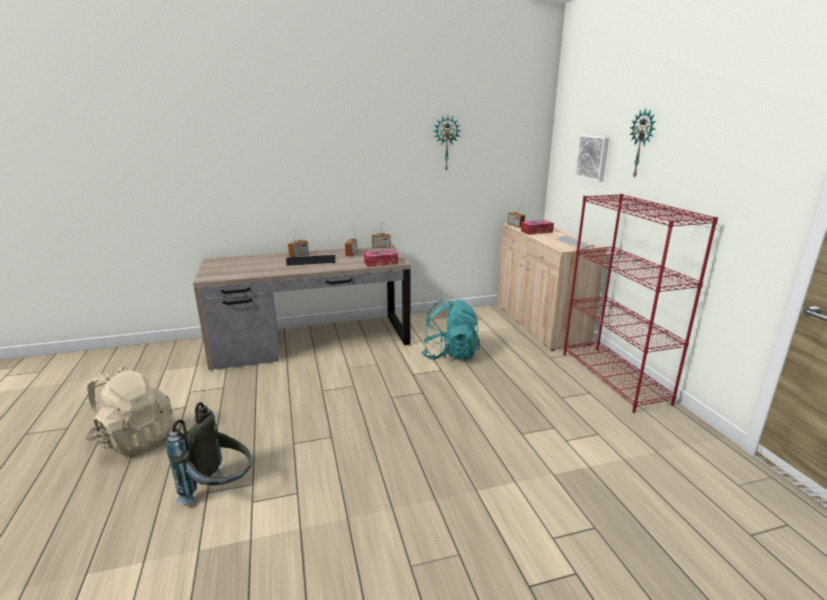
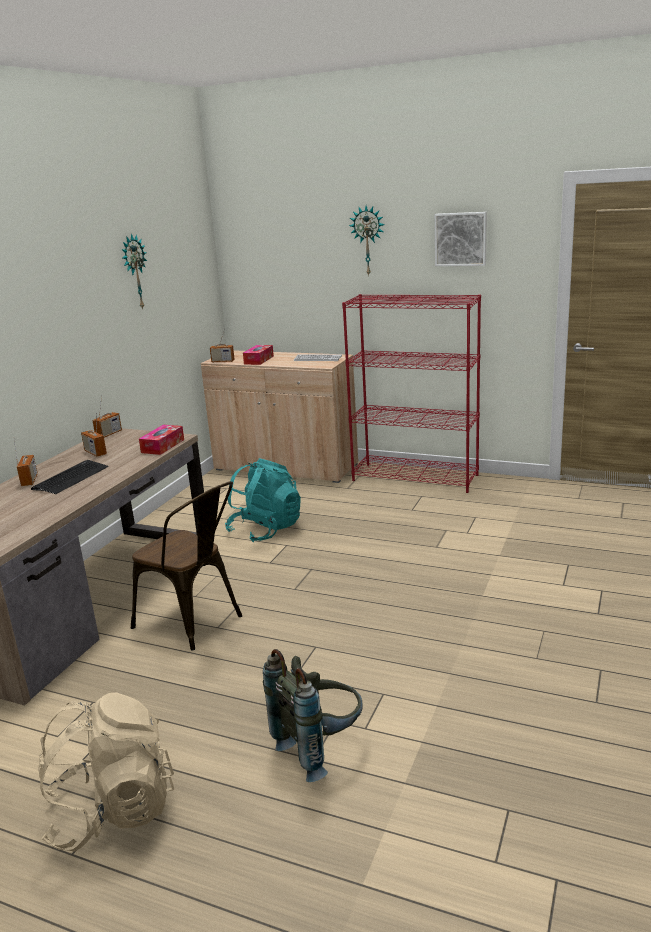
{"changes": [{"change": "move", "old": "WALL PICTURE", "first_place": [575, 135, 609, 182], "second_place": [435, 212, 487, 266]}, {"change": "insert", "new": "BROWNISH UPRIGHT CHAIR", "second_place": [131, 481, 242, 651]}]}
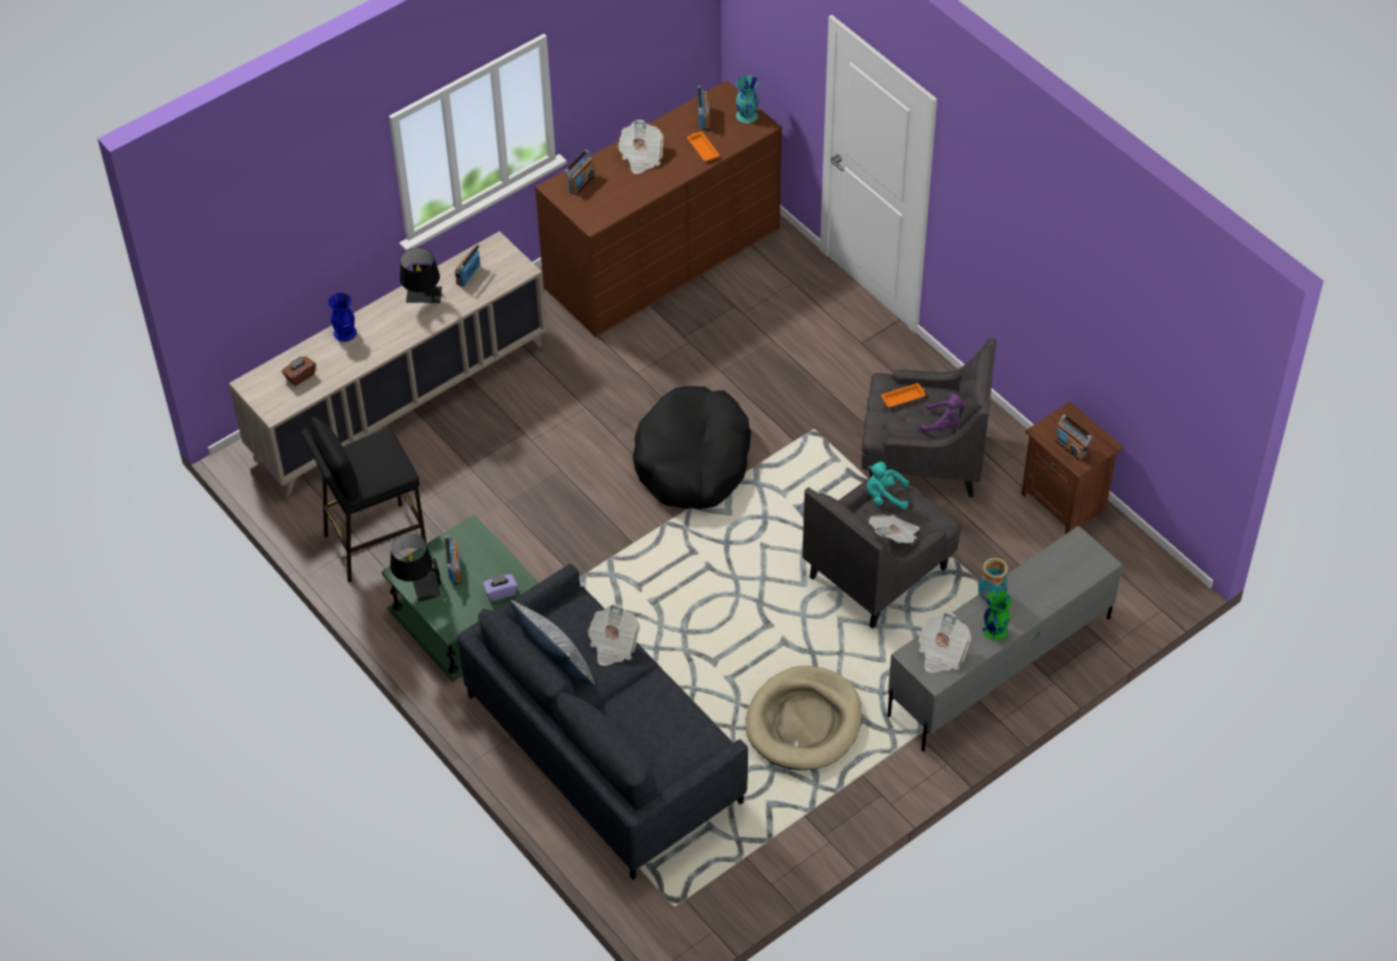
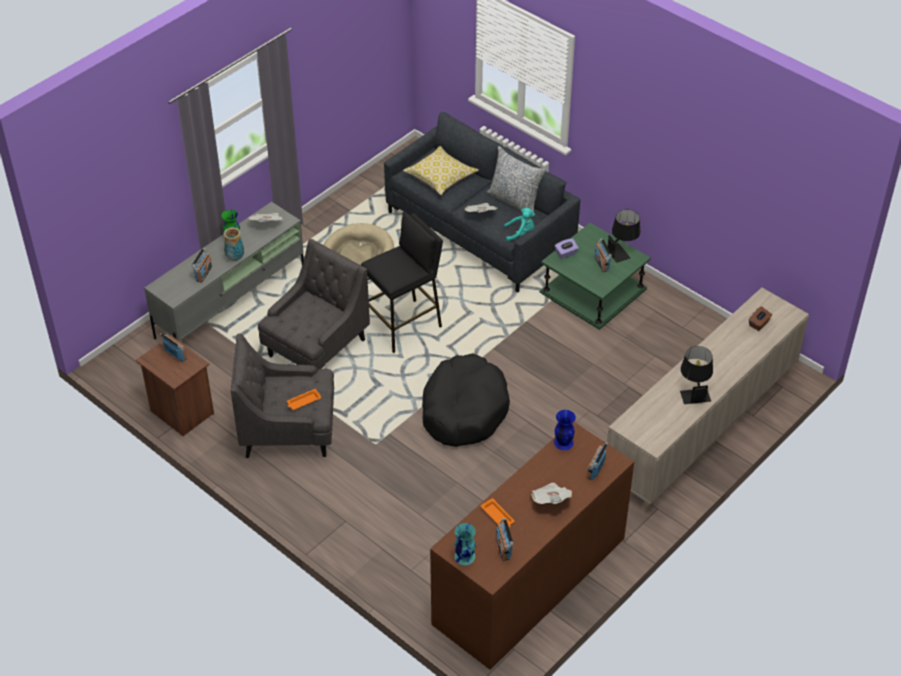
{"changes": [{"change": "move", "old": "RADIO SET", "first_place": [455, 243, 480, 287], "second_place": [192, 248, 212, 283]}, {"change": "move", "old": "BLUISH VASE", "first_place": [328, 293, 357, 342], "second_place": [554, 410, 576, 450]}, {"change": "delete", "old": "PURPLISH CUDDLY TOY", "first_place": [920, 393, 965, 432]}, {"change": "move", "old": "BLACKISH STOOL SEAT", "first_place": [301, 417, 427, 583], "second_place": [361, 211, 443, 353]}, {"change": "move", "old": "TURQUOISE CUDDLY TOY", "first_place": [867, 462, 909, 509], "second_place": [504, 208, 535, 242]}, {"change": "delete", "old": "NEWSPAPER", "first_place": [869, 514, 920, 543]}, {"change": "insert", "new": "THROW PILLOW", "second_place": [403, 146, 479, 195]}]}
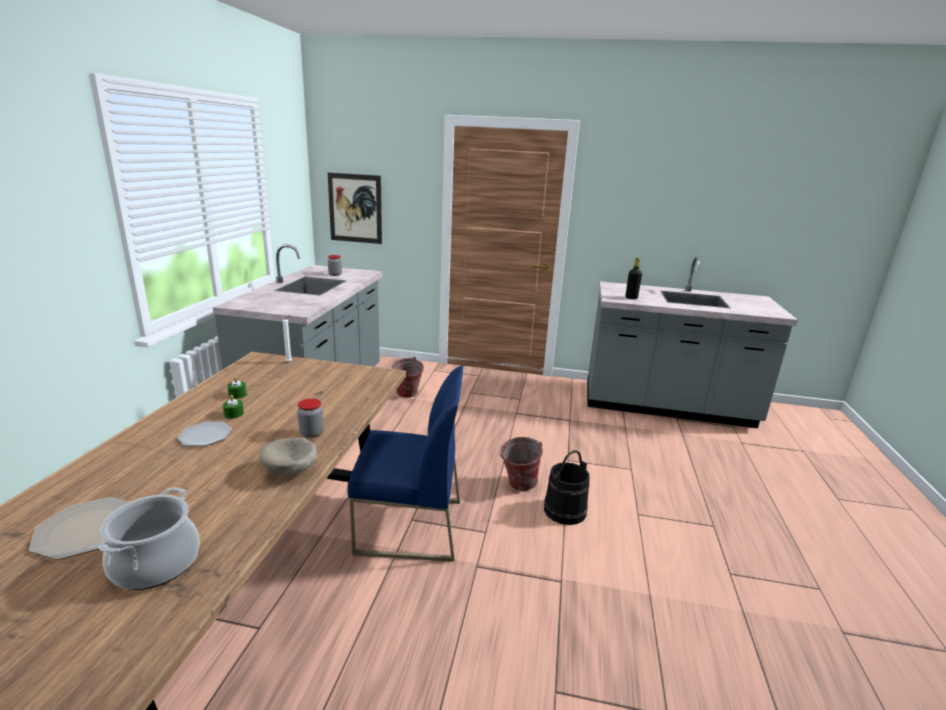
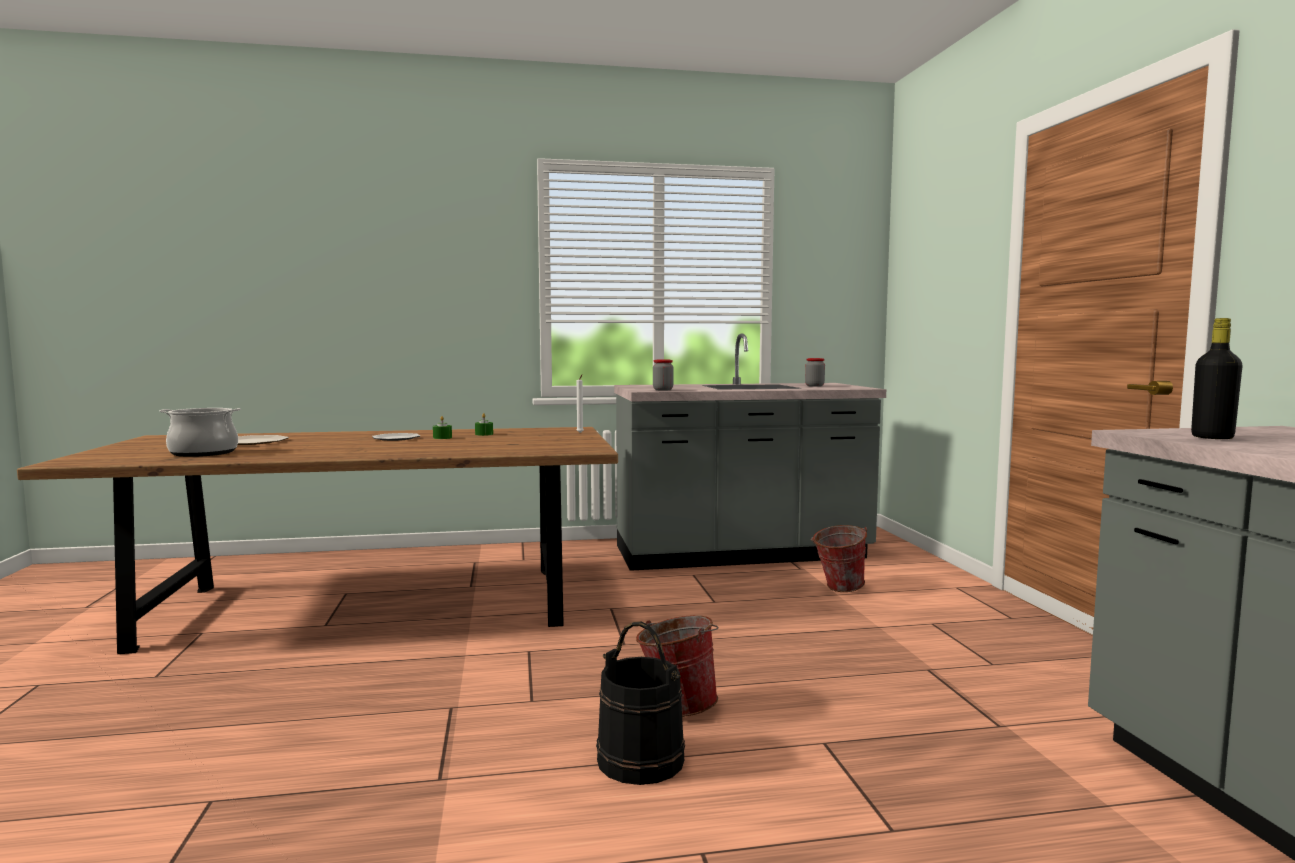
{"changes": [{"change": "delete", "old": "WALL PICTURE", "first_place": [328, 173, 382, 244]}, {"change": "delete", "old": "BLUISH UPRIGHT CHAIR", "first_place": [347, 365, 464, 562]}, {"change": "move", "old": "JAR", "first_place": [297, 398, 324, 438], "second_place": [653, 360, 674, 390]}, {"change": "delete", "old": "BEIGE-COLOURED BOWL", "first_place": [260, 437, 317, 476]}]}
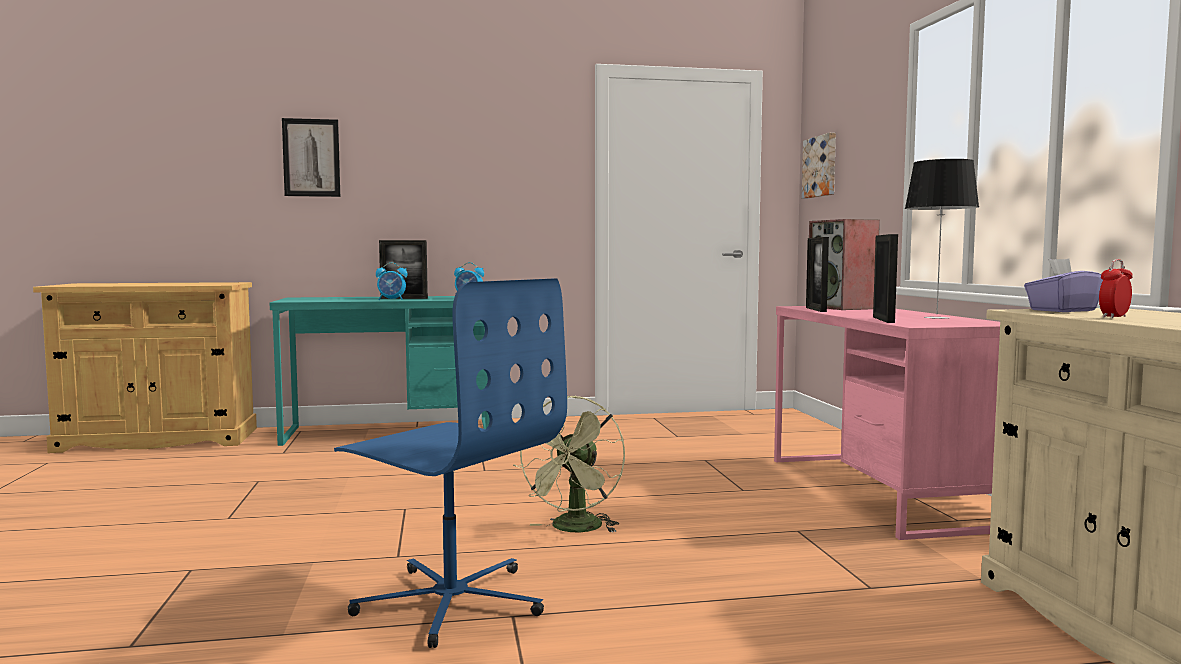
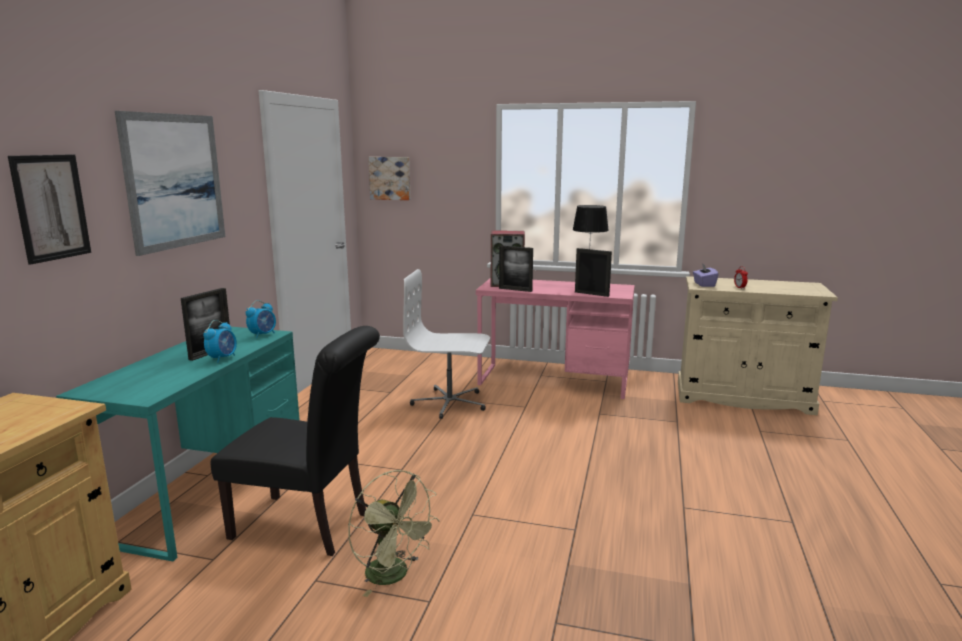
{"changes": [{"change": "delete", "old": "BLUISH COMPUTER CHAIR", "first_place": [334, 278, 567, 648]}, {"change": "move", "old": "GREENISH ELECTRIC FAN", "first_place": [513, 395, 625, 533], "second_place": [348, 470, 440, 597]}, {"change": "insert", "new": "WALL PICTURE", "second_place": [115, 111, 225, 256]}, {"change": "insert", "new": "WHITE-COLOURED COMPUTER CHAIR", "second_place": [403, 269, 490, 419]}, {"change": "insert", "new": "BLACKISH UPRIGHT CHAIR", "second_place": [210, 326, 380, 556]}]}
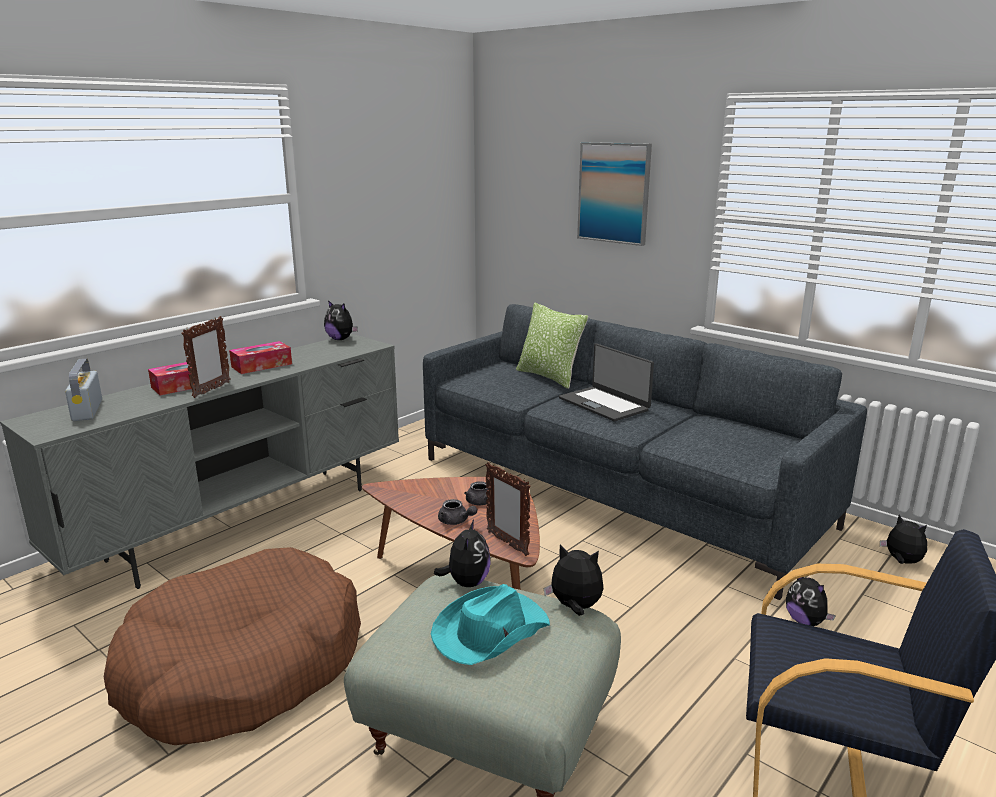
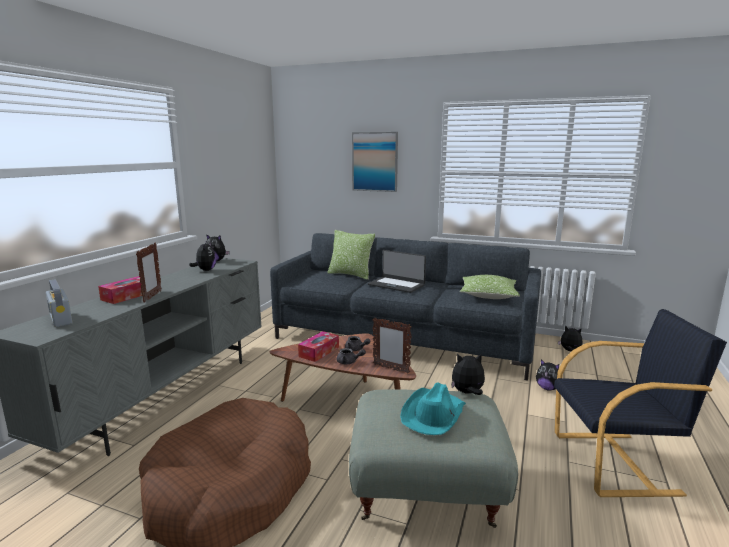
{"changes": [{"change": "move", "old": "TISSUE HOLDER", "first_place": [229, 341, 292, 374], "second_place": [298, 331, 339, 362]}, {"change": "move", "old": "CUDDLY TOY", "first_place": [434, 520, 490, 587], "second_place": [189, 242, 216, 271]}, {"change": "insert", "new": "THROW PILLOW", "second_place": [460, 275, 520, 299]}]}
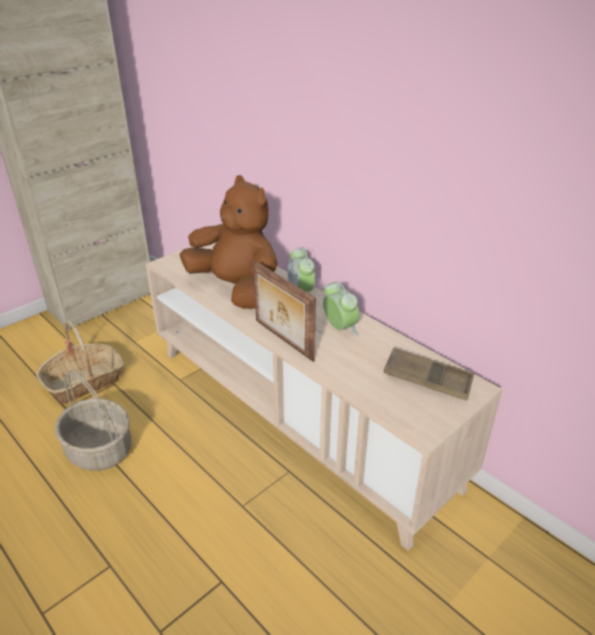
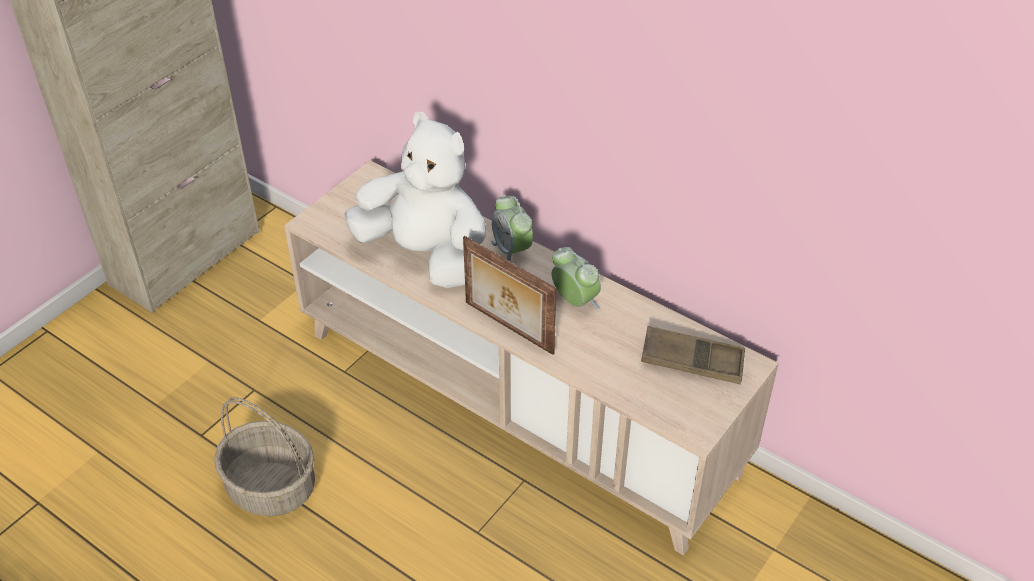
{"changes": [{"change": "recolor", "old": "BROWNISH CUDDLY TOY", "new": "WHITE-COLOURED CUDDLY TOY", "first_place": [180, 175, 277, 309], "second_place": [344, 112, 486, 288]}, {"change": "delete", "old": "HOUSEHOLD BASKET", "first_place": [37, 321, 125, 403]}]}
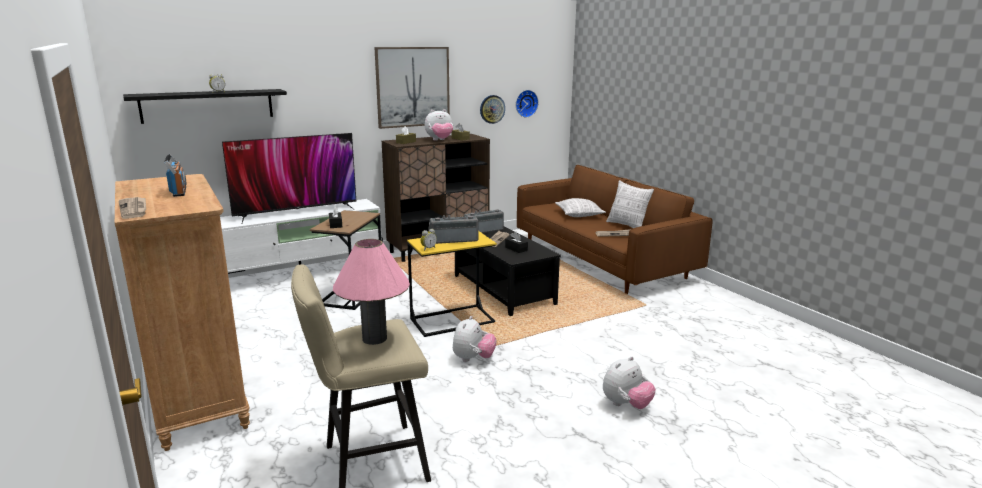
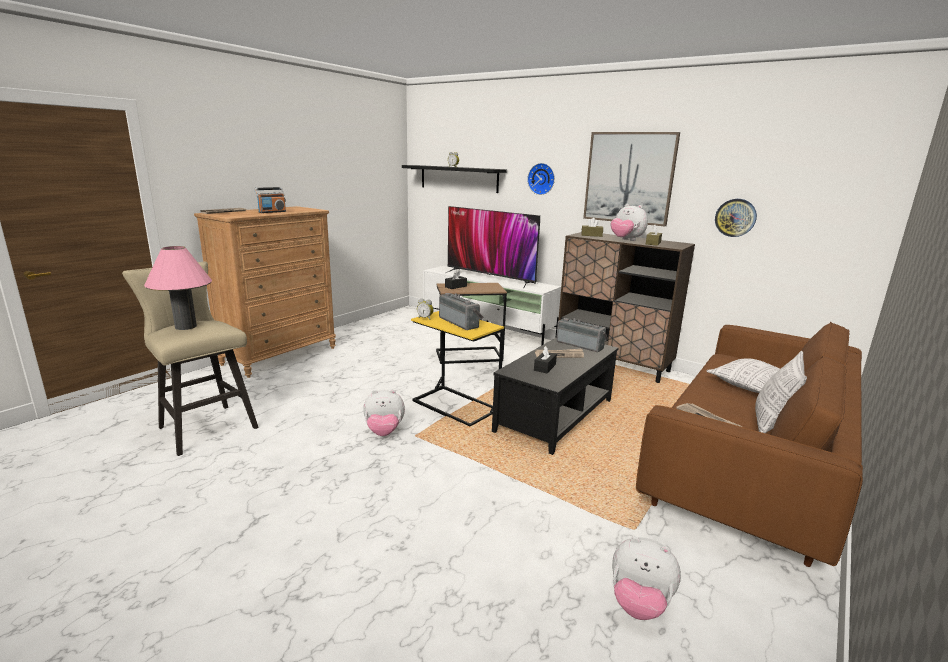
{"changes": [{"change": "move", "old": "CLOCK ON THE WALL", "first_place": [516, 90, 539, 118], "second_place": [527, 163, 555, 195]}, {"change": "move", "old": "CUDDLY TOY", "first_place": [603, 356, 656, 409], "second_place": [612, 537, 681, 620]}]}
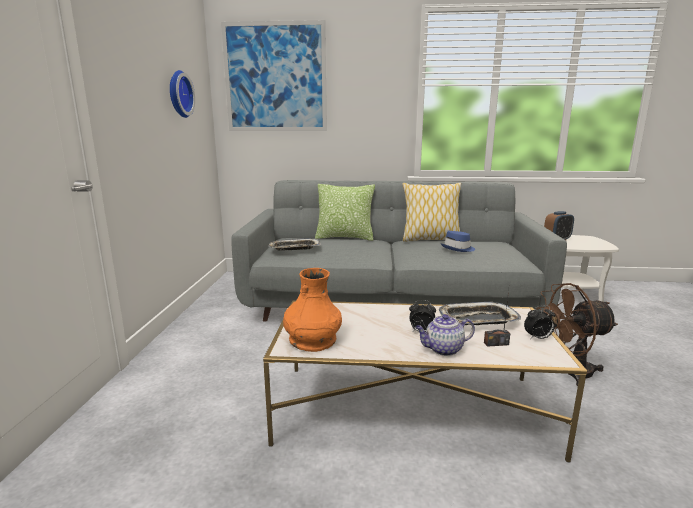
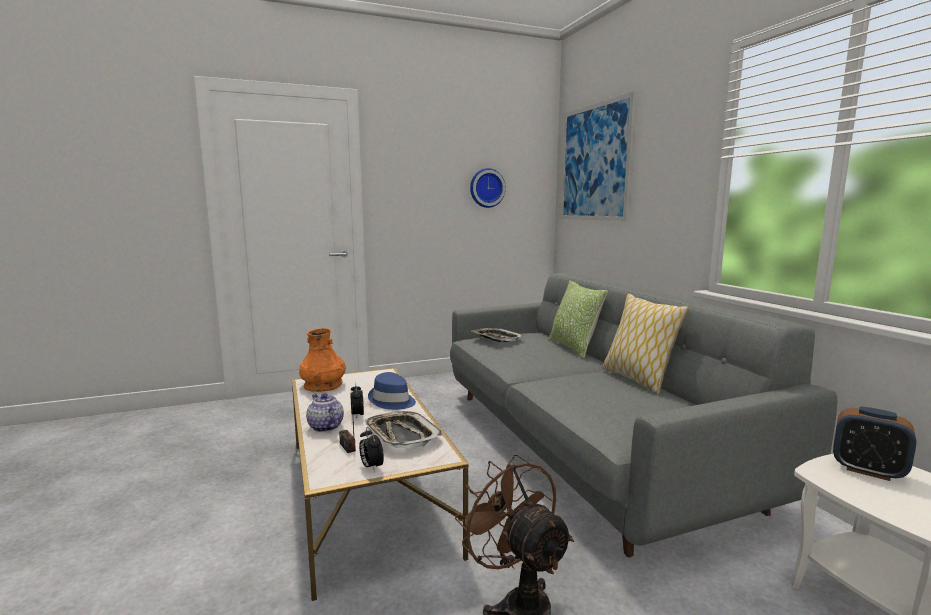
{"changes": [{"change": "move", "old": "BLUISH CLOTHING HAT", "first_place": [441, 231, 475, 252], "second_place": [368, 372, 416, 410]}]}
